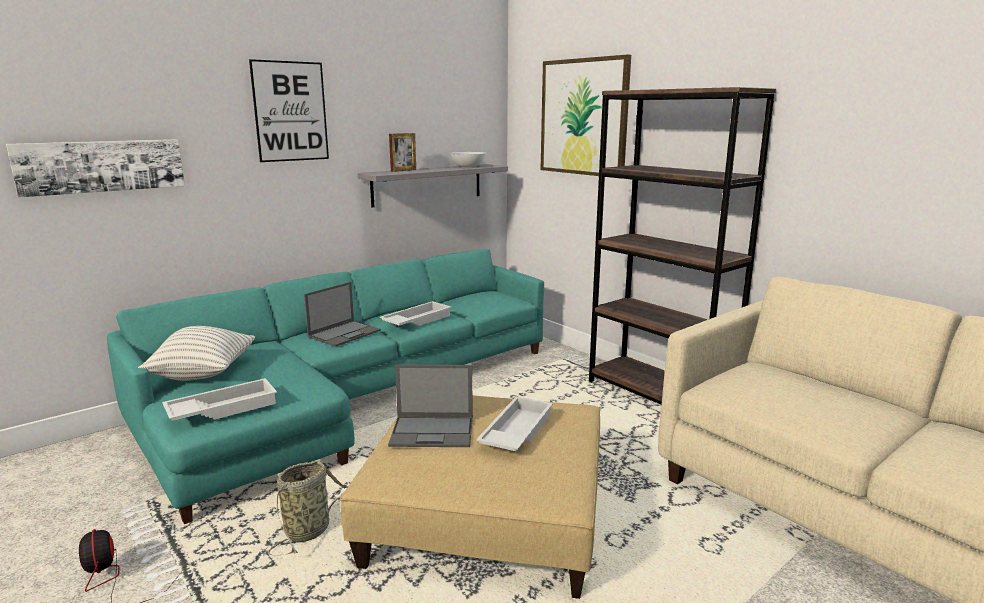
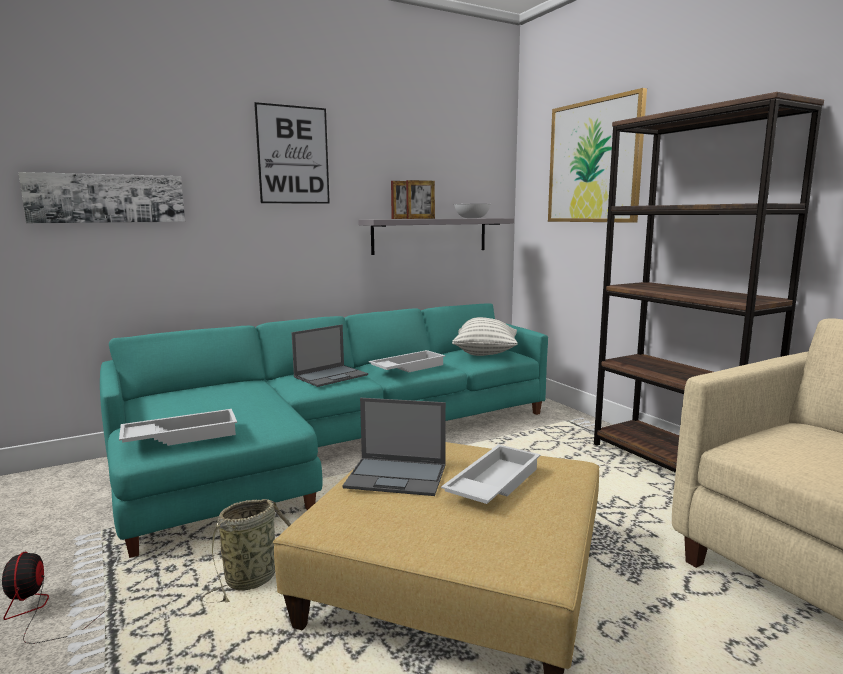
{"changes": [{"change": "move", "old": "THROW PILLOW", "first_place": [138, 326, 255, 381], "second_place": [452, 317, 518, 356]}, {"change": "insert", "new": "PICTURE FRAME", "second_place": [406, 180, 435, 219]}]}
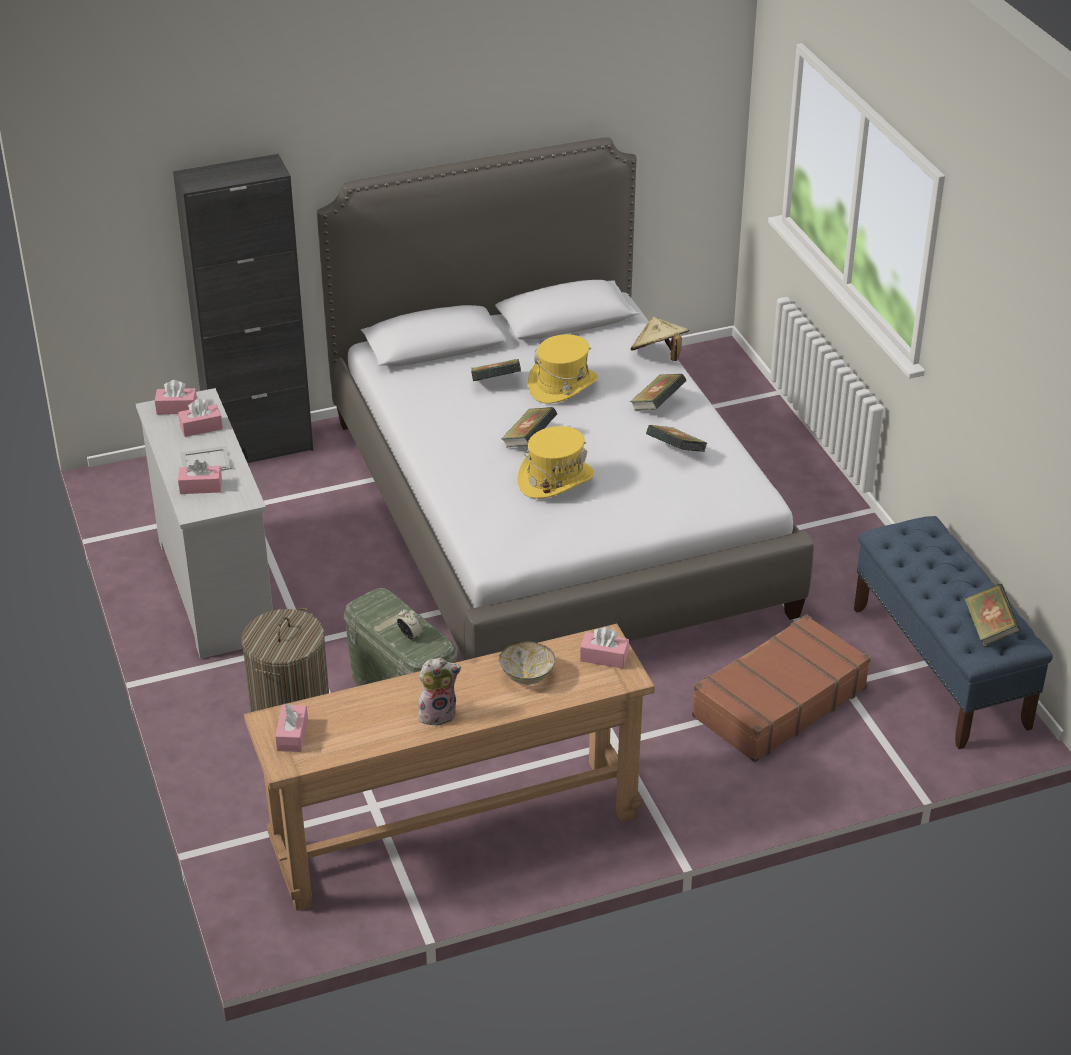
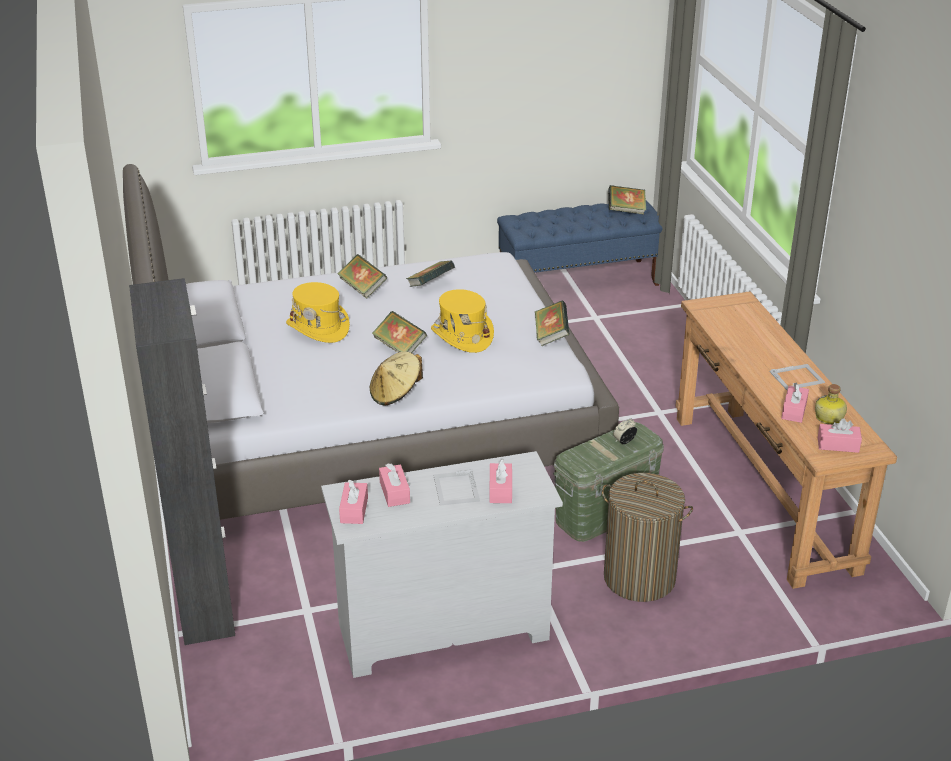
{"changes": [{"change": "move", "old": "BEIGE-COLOURED CLOTHING HAT", "first_place": [630, 317, 689, 361], "second_place": [370, 352, 423, 406]}, {"change": "move", "old": "VOLUME", "first_place": [471, 359, 521, 381], "second_place": [535, 300, 569, 346]}, {"change": "delete", "old": "BROWNISH SUITCASE", "first_place": [692, 614, 871, 762]}, {"change": "move", "old": "PINK-COLOURED TISSUE HOLDER", "first_place": [580, 627, 629, 668], "second_place": [781, 383, 809, 423]}, {"change": "delete", "old": "BOWL", "first_place": [499, 641, 555, 685]}, {"change": "replace", "old": "CUDDLY TOY", "new": "PICTURE FRAME", "first_place": [418, 658, 461, 726], "second_place": [770, 364, 825, 390]}, {"change": "insert", "new": "DRINK BOTTLE", "second_place": [815, 384, 847, 425]}]}
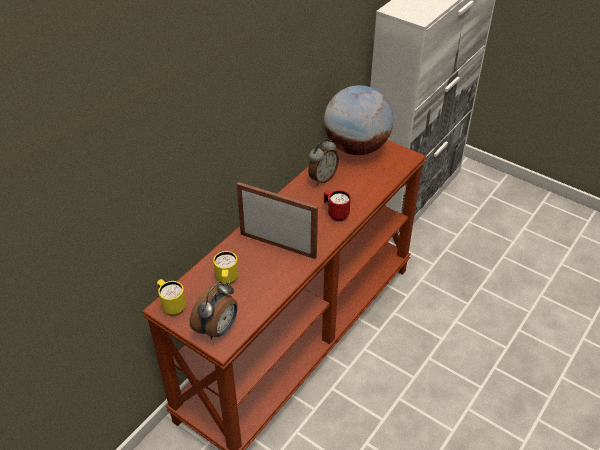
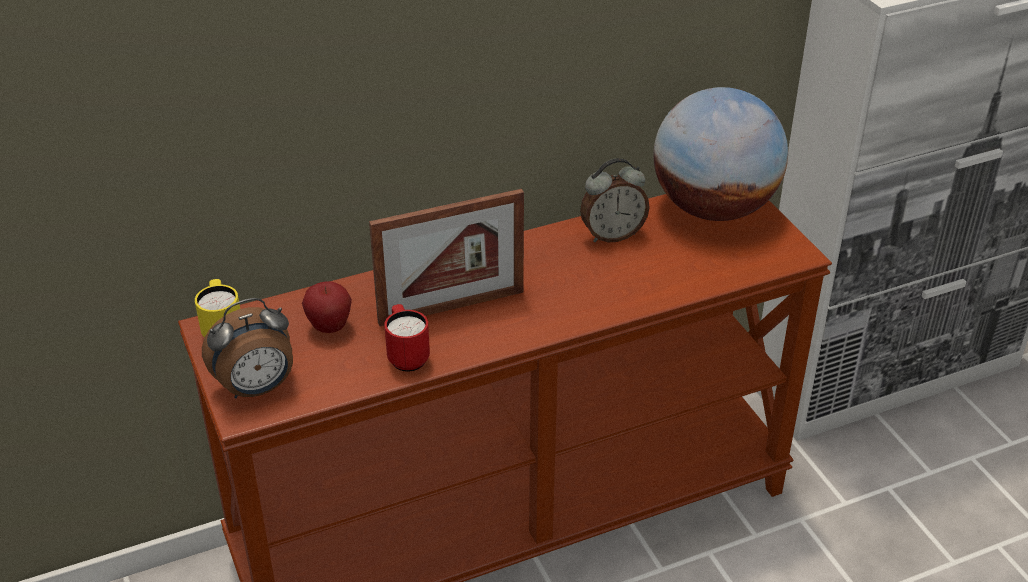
{"changes": [{"change": "rotate", "old": "PICTURE FRAME", "first_place": [237, 182, 318, 259], "second_place": [369, 189, 524, 326], "degrees": 105}, {"change": "move", "old": "REDDISH MUG", "first_place": [324, 190, 351, 221], "second_place": [384, 304, 430, 372]}, {"change": "replace", "old": "YELLOW-COLOURED MUG", "new": "APPLE FRUIT", "first_place": [213, 251, 239, 285], "second_place": [302, 281, 352, 333]}]}
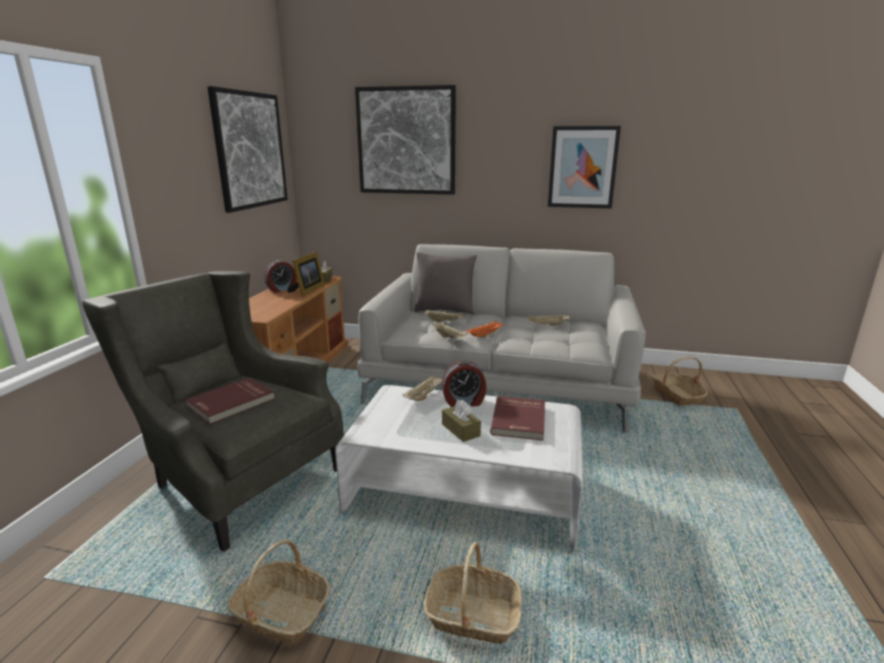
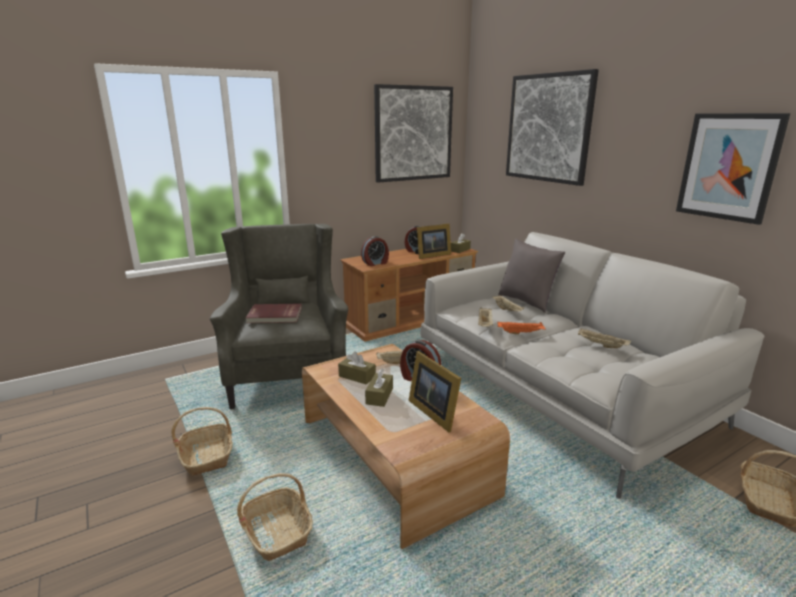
{"changes": [{"change": "recolor", "old": "WHITE-COLOURED LOW TABLE", "new": "BROWNISH LOW TABLE", "first_place": [335, 385, 583, 551], "second_place": [302, 344, 510, 549]}, {"change": "replace", "old": "REDDISH VOLUME", "new": "PICTURE FRAME", "first_place": [490, 396, 545, 440], "second_place": [409, 351, 461, 432]}, {"change": "insert", "new": "ALARM CLOCK", "second_place": [361, 236, 389, 266]}, {"change": "insert", "new": "BROWNISH TISSUE HOLDER", "second_place": [338, 352, 376, 385]}]}
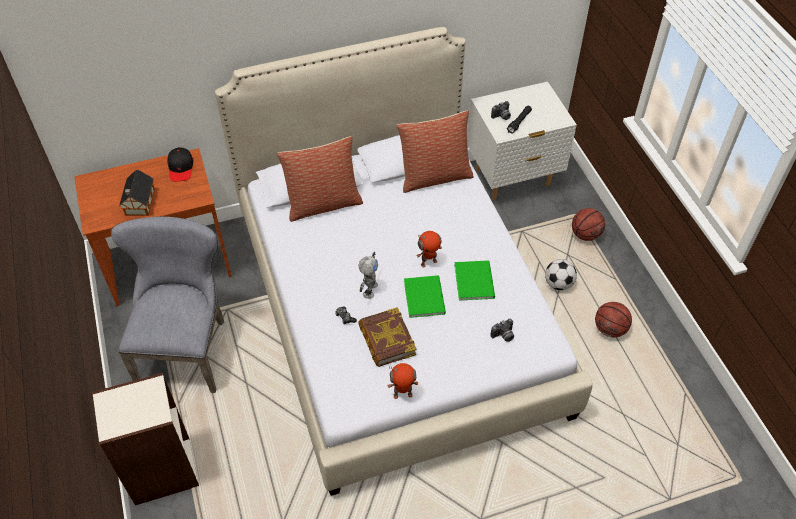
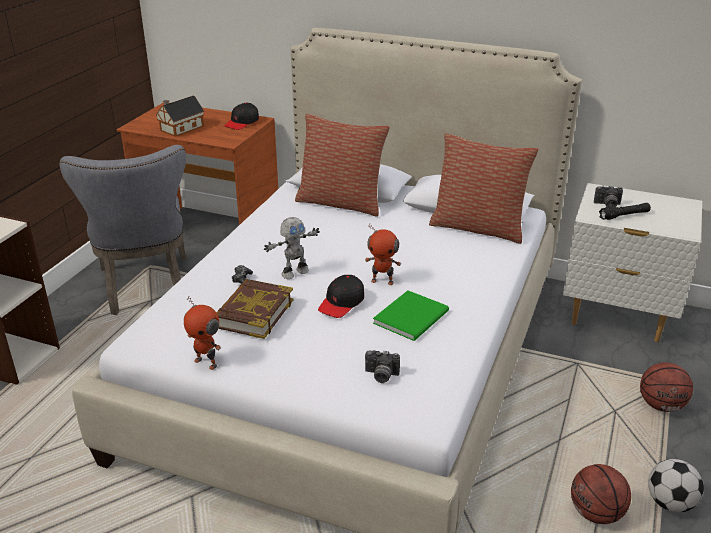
{"changes": [{"change": "rotate", "old": "GRAY UPRIGHT CHAIR", "first_place": [111, 216, 224, 393], "second_place": [59, 145, 186, 315], "degrees": 120}, {"change": "move", "old": "FOOTBALL BALL", "first_place": [545, 259, 577, 290], "second_place": [648, 459, 704, 512]}, {"change": "replace", "old": "GREENISH VOLUME", "new": "BLACKISH CAP", "first_place": [404, 275, 446, 318], "second_place": [318, 275, 364, 318]}]}
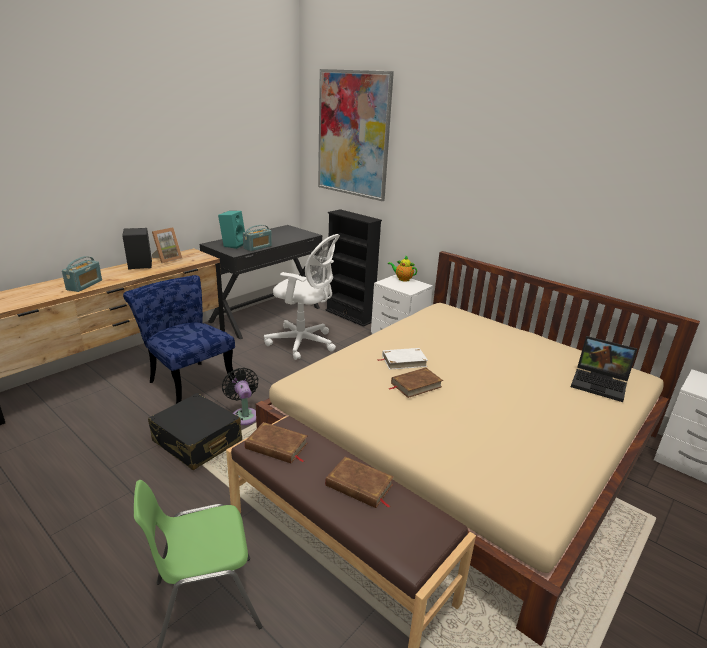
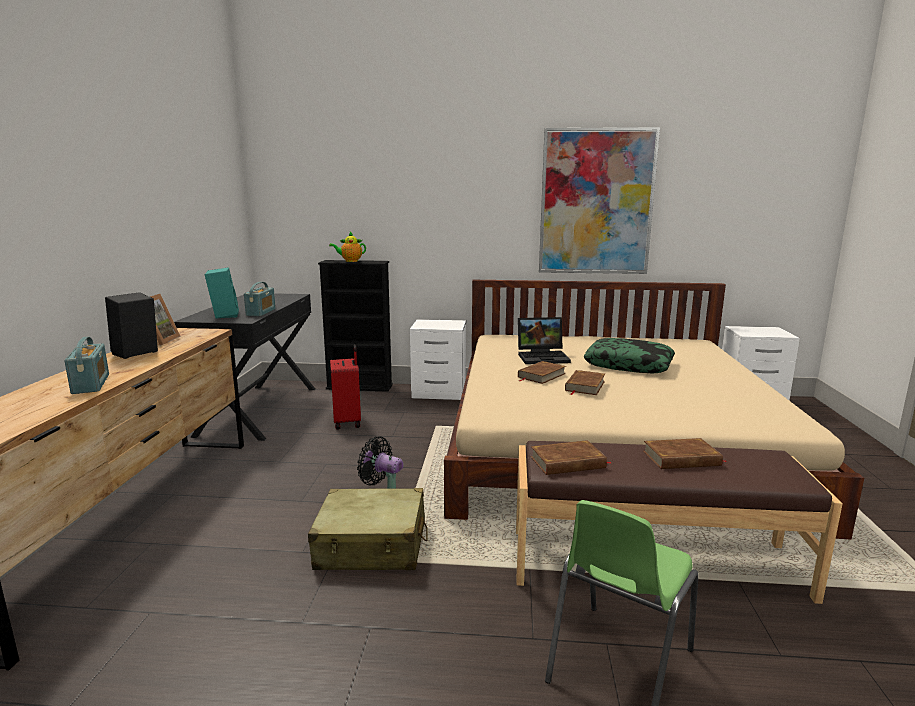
{"changes": [{"change": "move", "old": "WALL PICTURE", "first_place": [318, 69, 394, 201], "second_place": [539, 127, 660, 274]}, {"change": "replace", "old": "WHITE-COLOURED COMPUTER CHAIR", "new": "REDDISH SUITCASE", "first_place": [264, 234, 340, 360], "second_place": [330, 344, 361, 429]}, {"change": "move", "old": "POT FOR TEA", "first_place": [388, 256, 417, 282], "second_place": [329, 232, 366, 262]}, {"change": "delete", "old": "BLUISH UPRIGHT CHAIR", "first_place": [123, 275, 235, 404]}, {"change": "move", "old": "LAPTOP", "first_place": [571, 336, 637, 402], "second_place": [518, 317, 571, 364]}, {"change": "recolor", "old": "WHITE-COLOURED VOLUME", "new": "BROWNISH VOLUME", "first_place": [377, 348, 428, 370], "second_place": [518, 361, 566, 384]}, {"change": "recolor", "old": "BLACKISH SUITCASE", "new": "BEIGE-COLOURED SUITCASE", "first_place": [148, 393, 242, 470], "second_place": [308, 488, 428, 570]}, {"change": "insert", "new": "THROW PILLOW", "second_place": [584, 338, 675, 373]}]}
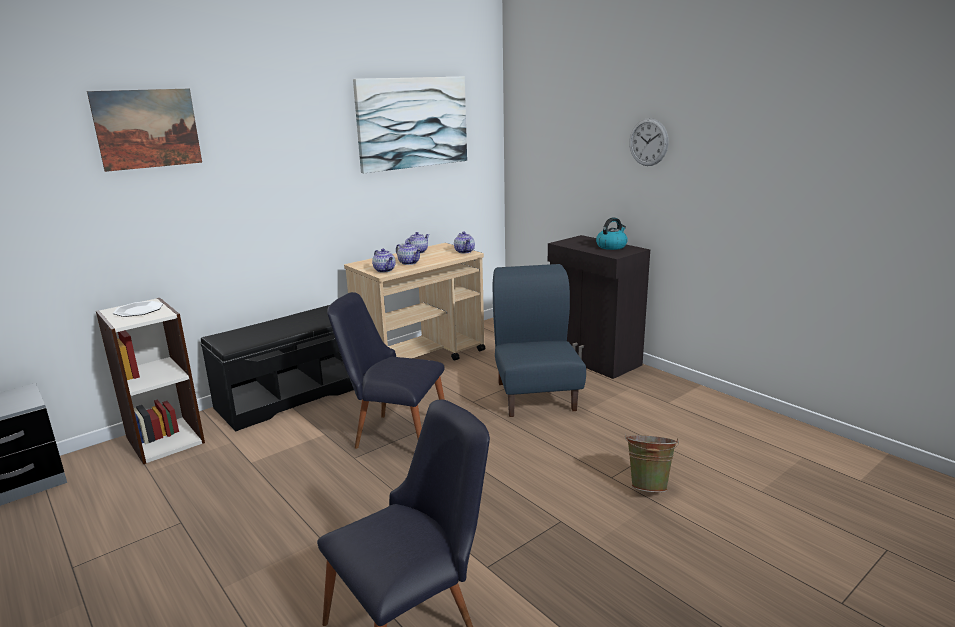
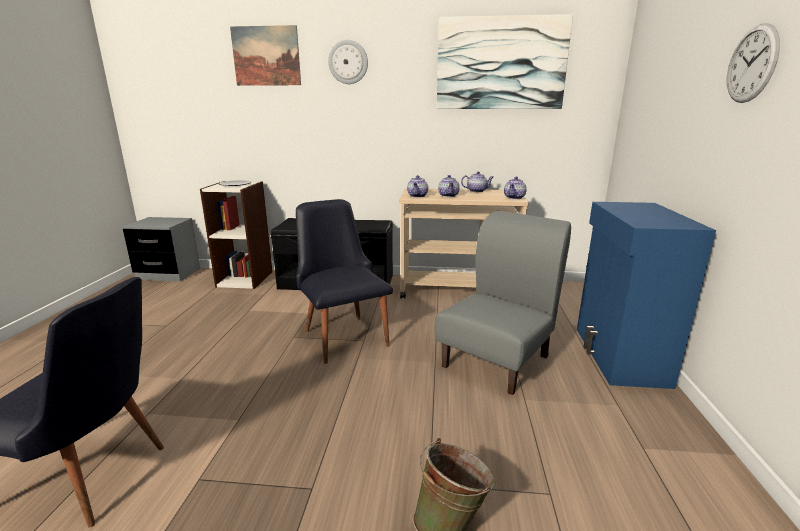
{"changes": [{"change": "delete", "old": "WATER KETTLE", "first_place": [596, 217, 628, 250]}, {"change": "recolor", "old": "BLACKISH CABINET", "new": "BLUISH CABINET", "first_place": [548, 235, 650, 379], "second_place": [577, 202, 716, 389]}, {"change": "recolor", "old": "BLUISH UPRIGHT CHAIR", "new": "GRAY UPRIGHT CHAIR", "first_place": [493, 264, 586, 417], "second_place": [435, 211, 571, 395]}, {"change": "insert", "new": "CLOCK ON THE WALL", "second_place": [328, 40, 368, 84]}]}
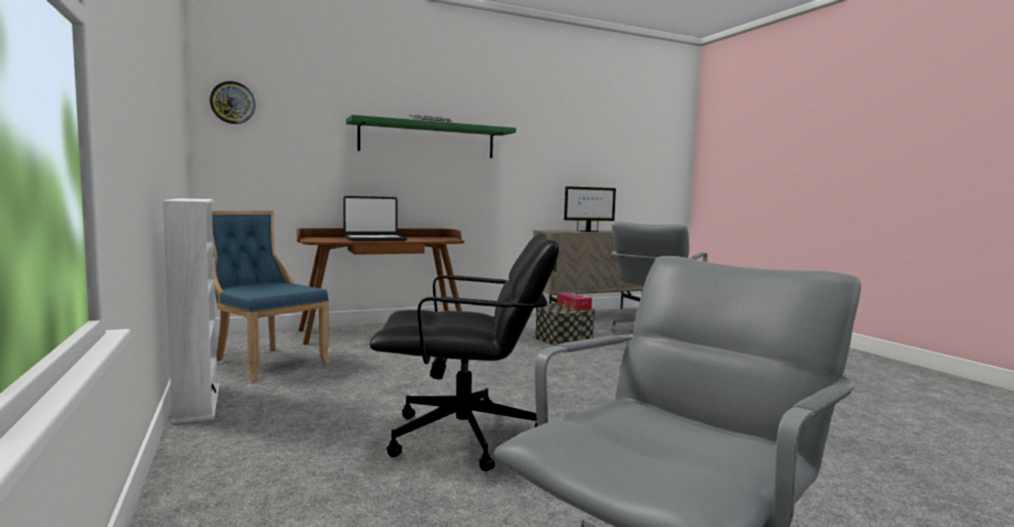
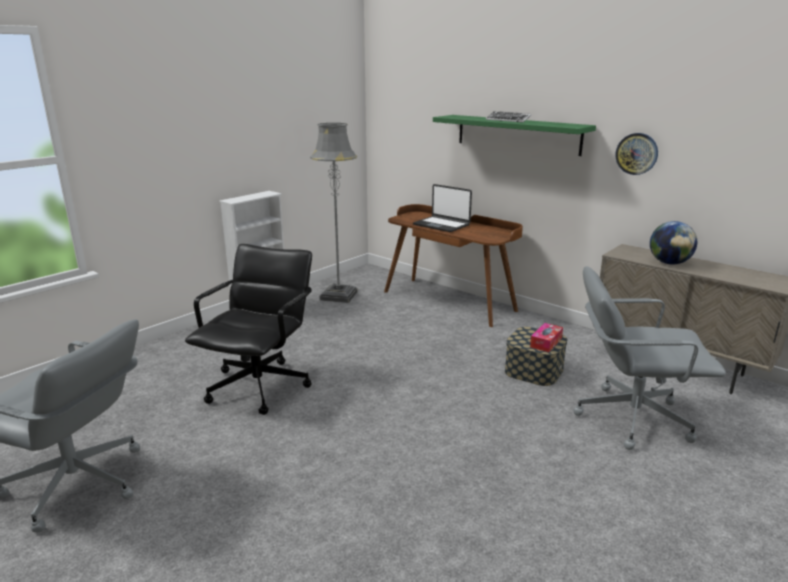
{"changes": [{"change": "move", "old": "CLOCK ON THE WALL", "first_place": [210, 81, 256, 124], "second_place": [615, 133, 658, 175]}, {"change": "replace", "old": "MONITOR", "new": "DESK GLOBE", "first_place": [564, 186, 616, 232], "second_place": [650, 221, 697, 264]}, {"change": "replace", "old": "BLUISH UPRIGHT CHAIR", "new": "GRAY STANDING LAMP", "first_place": [212, 211, 330, 382], "second_place": [310, 123, 358, 303]}, {"change": "rotate", "old": "BLACKISH COMPUTER CHAIR", "first_place": [369, 233, 559, 471], "second_place": [185, 244, 312, 415], "degrees": -135}]}
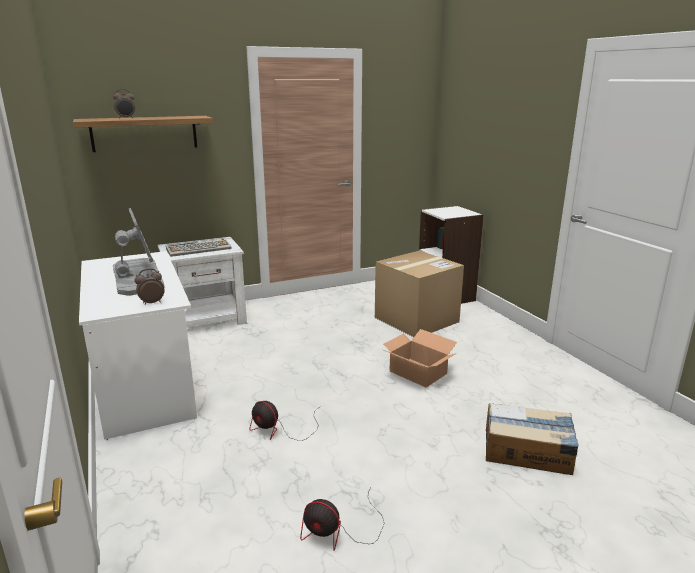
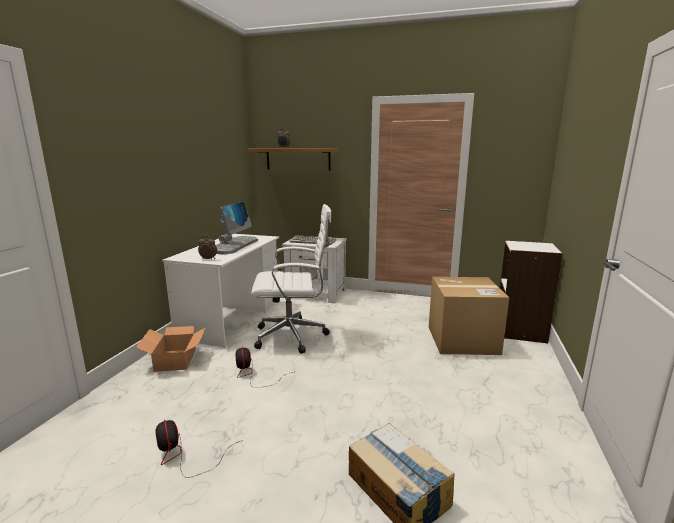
{"changes": [{"change": "move", "old": "PACKING BOX", "first_place": [381, 329, 457, 387], "second_place": [136, 326, 206, 372]}, {"change": "insert", "new": "WHITE-COLOURED COMPUTER CHAIR", "second_place": [251, 204, 331, 354]}]}
